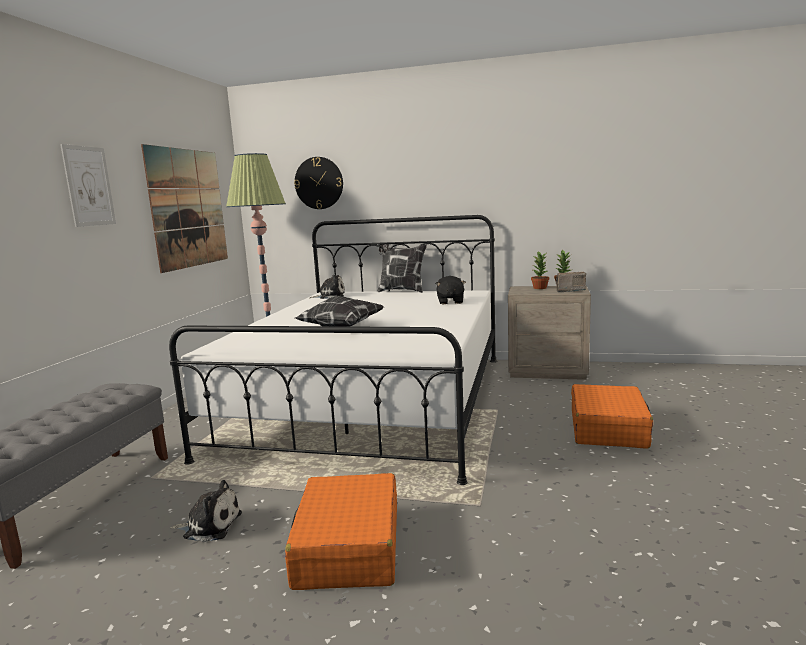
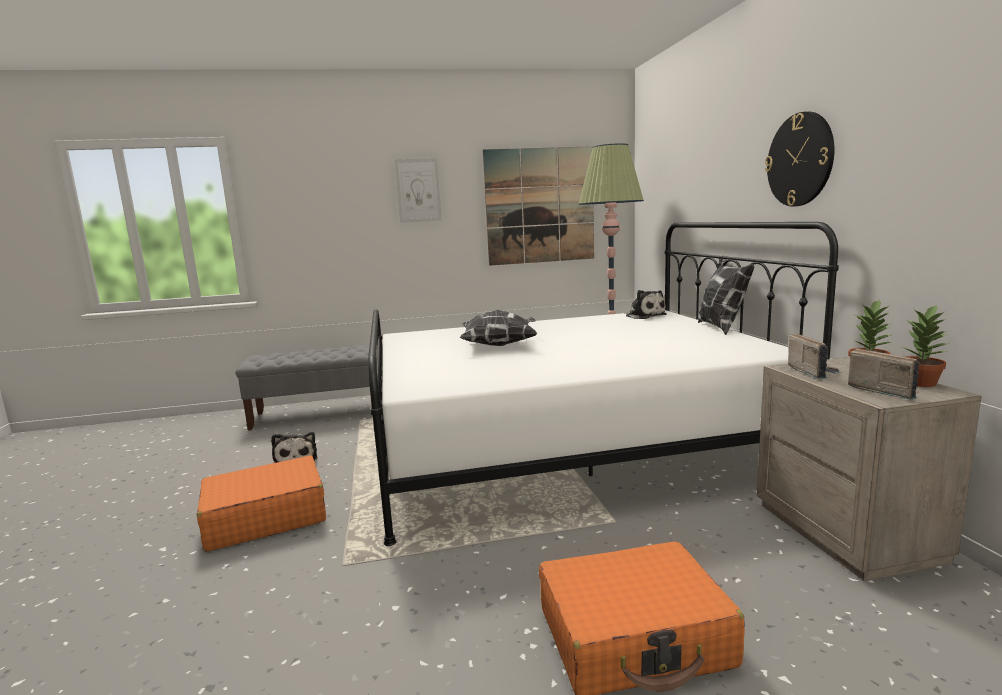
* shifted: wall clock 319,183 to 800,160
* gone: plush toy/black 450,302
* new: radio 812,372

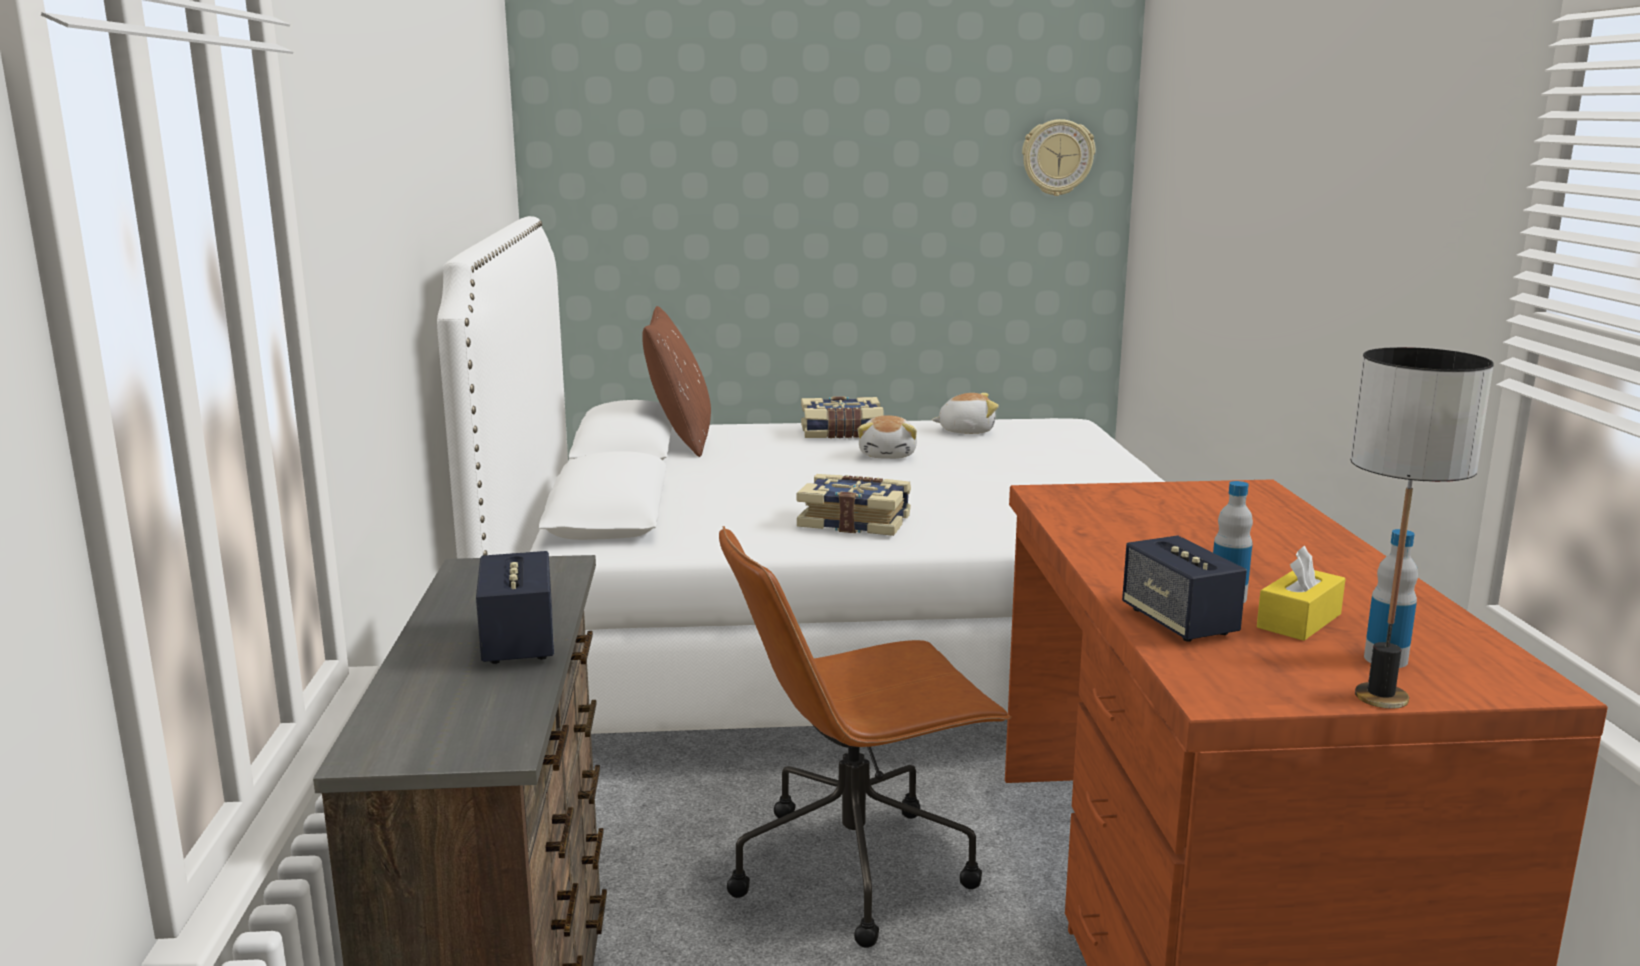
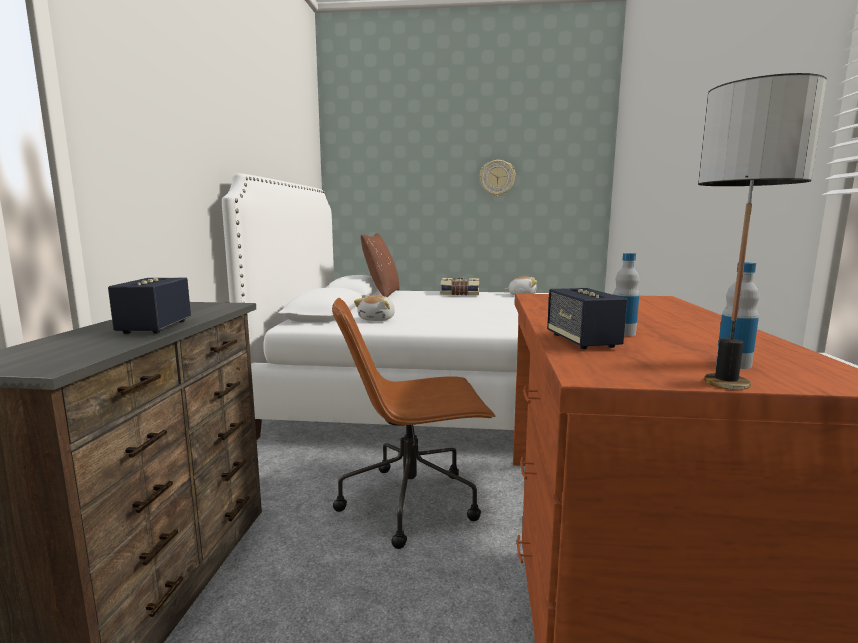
* shifted: wall clock 1057,157 to 497,178
* shifted: plush toy 888,455 to 378,319
* gone: book 855,521
* gone: tissue box/yellow 1299,621

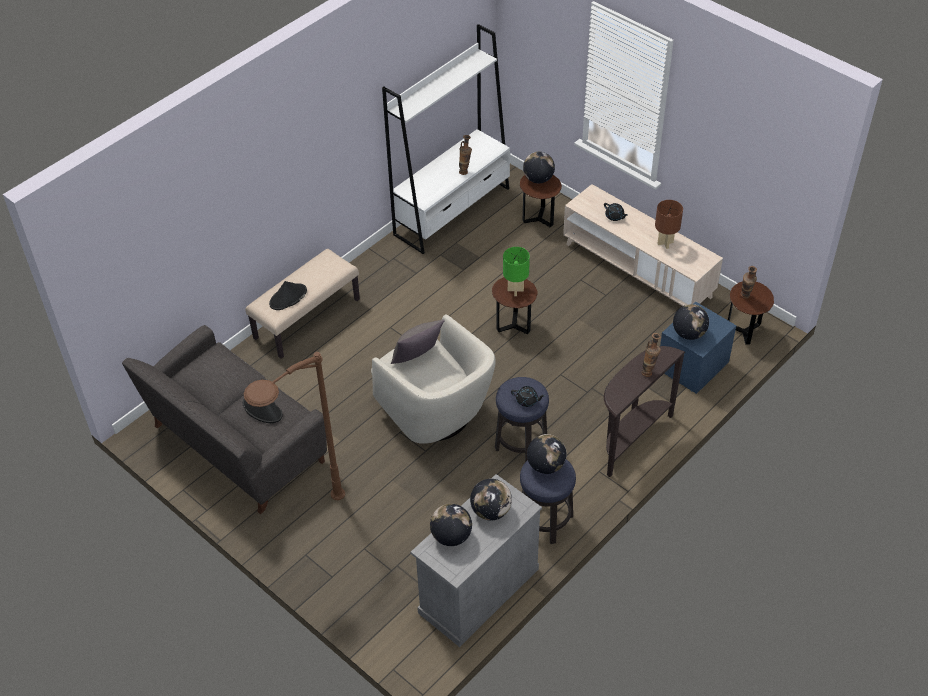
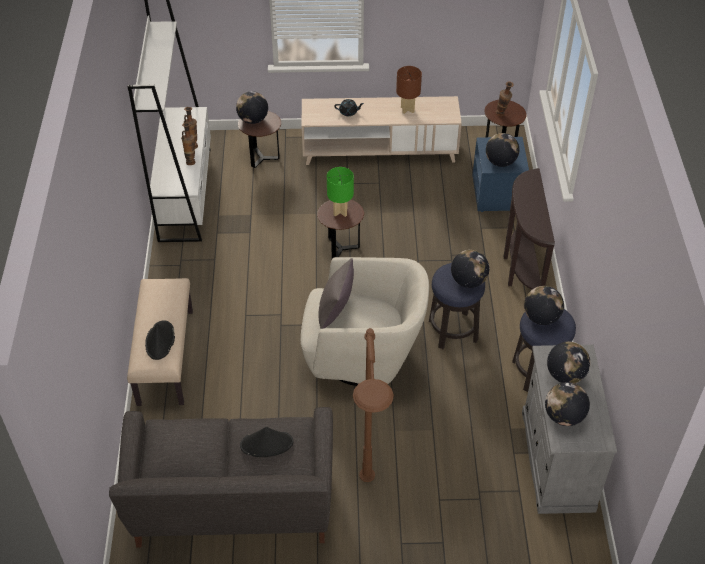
* shifted: vase 649,371 to 191,161
* swapped: teapot/black 527,401 to globe 468,281

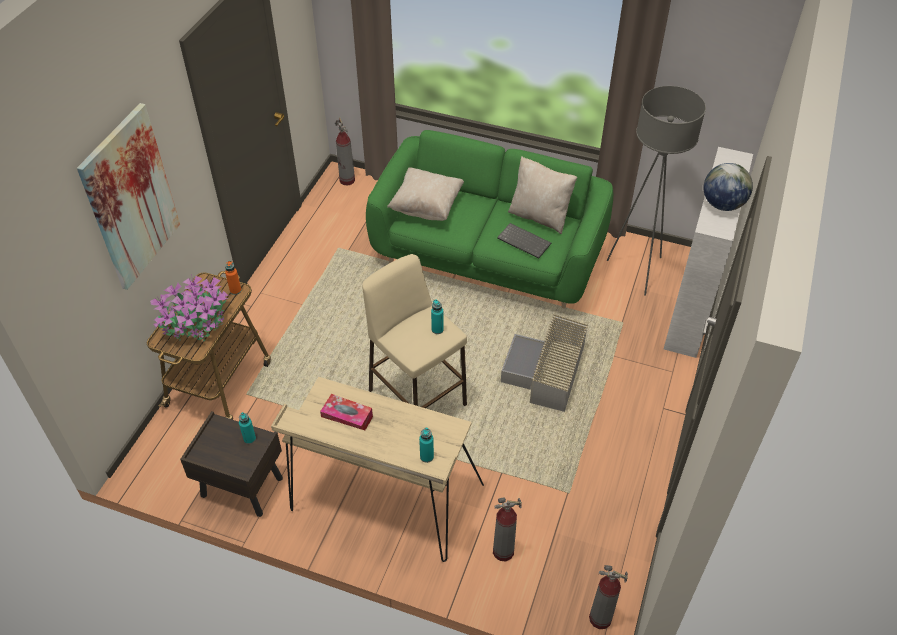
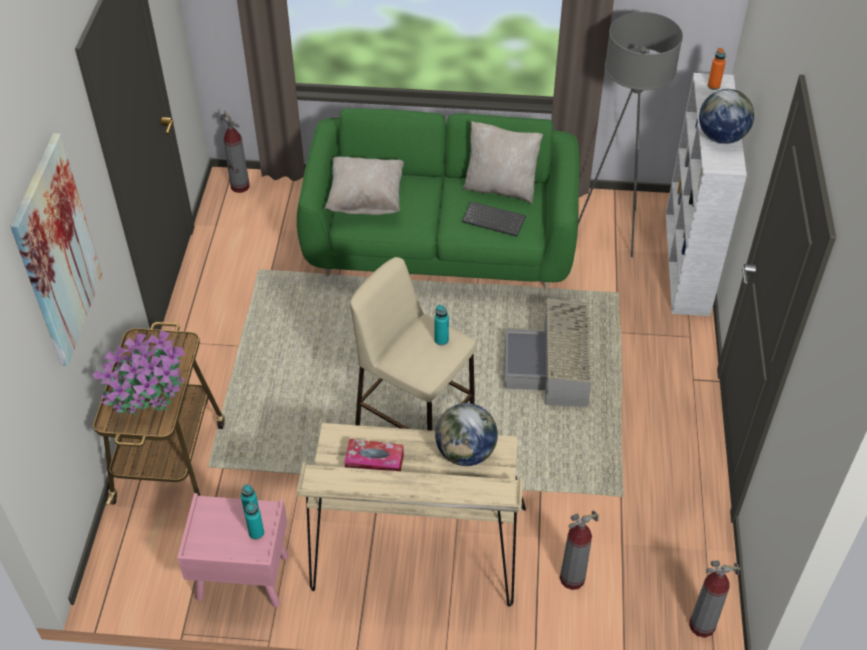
* shifted: bottle/orange 235,290 to 713,86
* repainted: nightstand/brown 241,487 to nightstand/pink 241,577
* shifted: bottle/turquoise 426,456 to 256,533
* new: globe 466,453

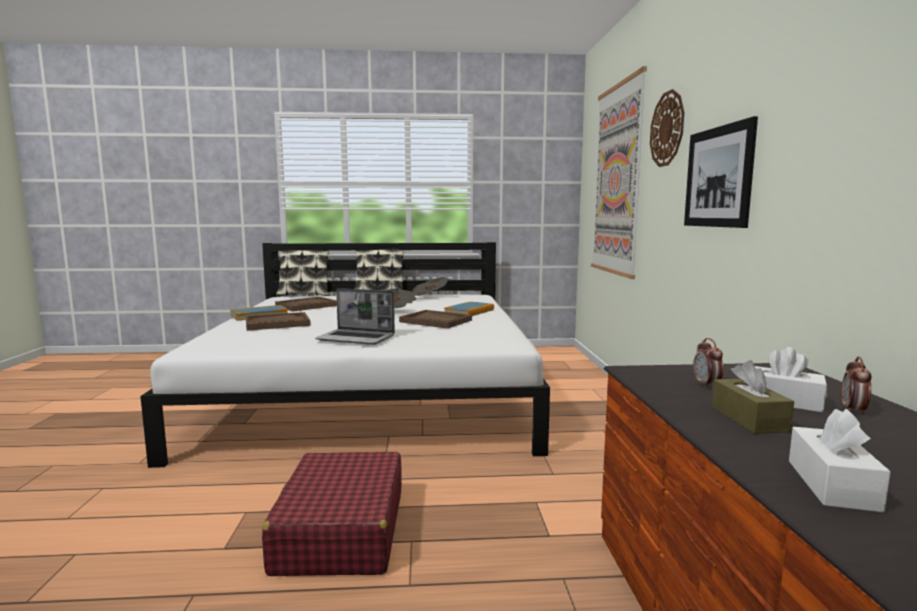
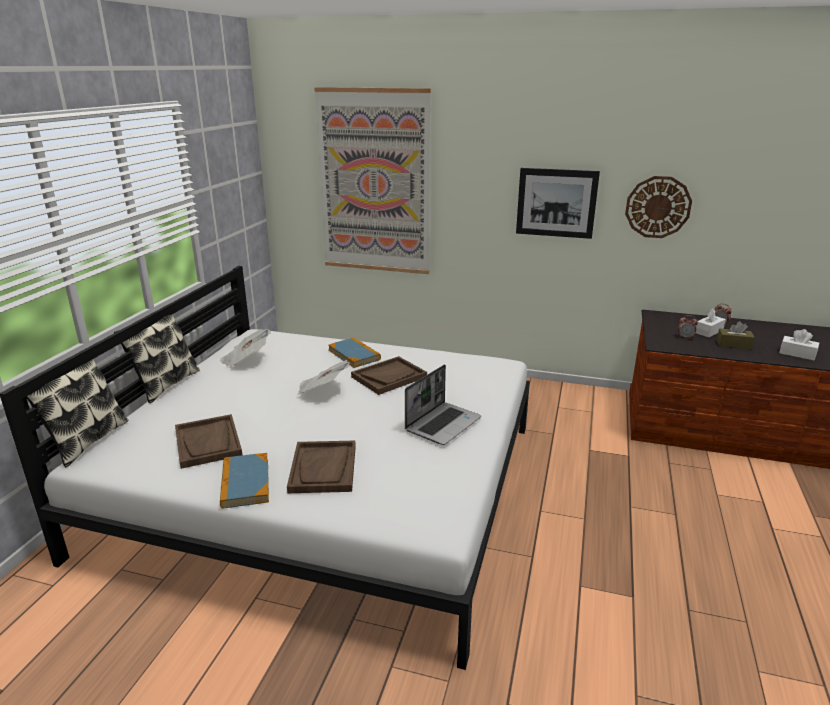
* shifted: wall clock 667,129 to 658,207
* gone: suitcase/red 341,531

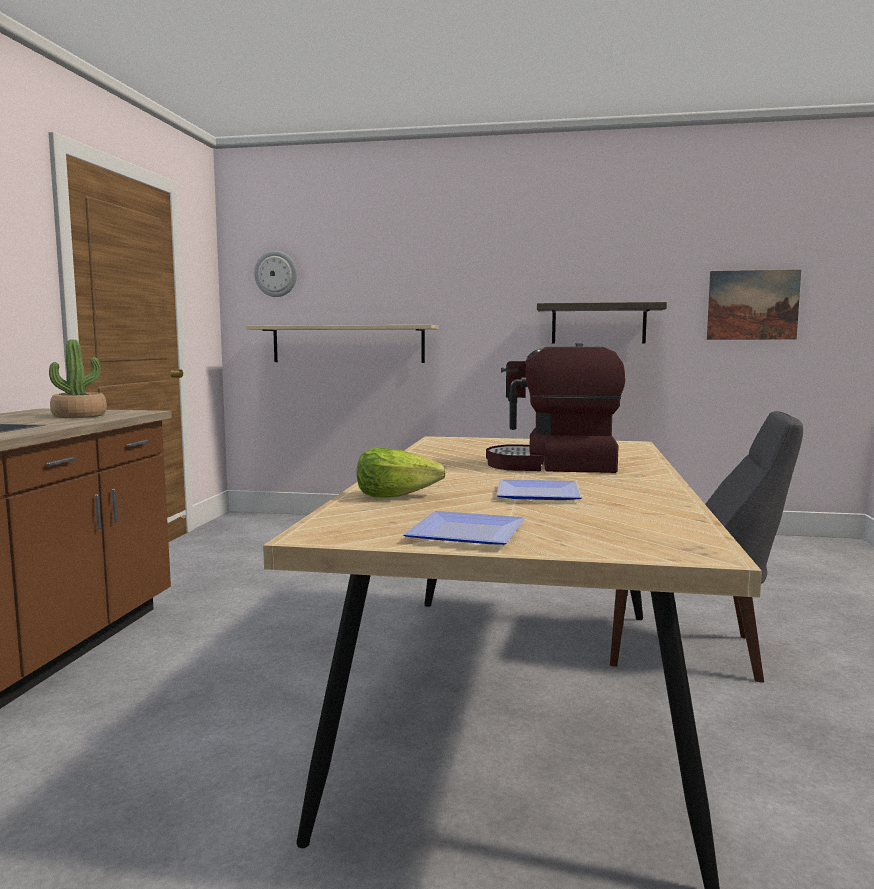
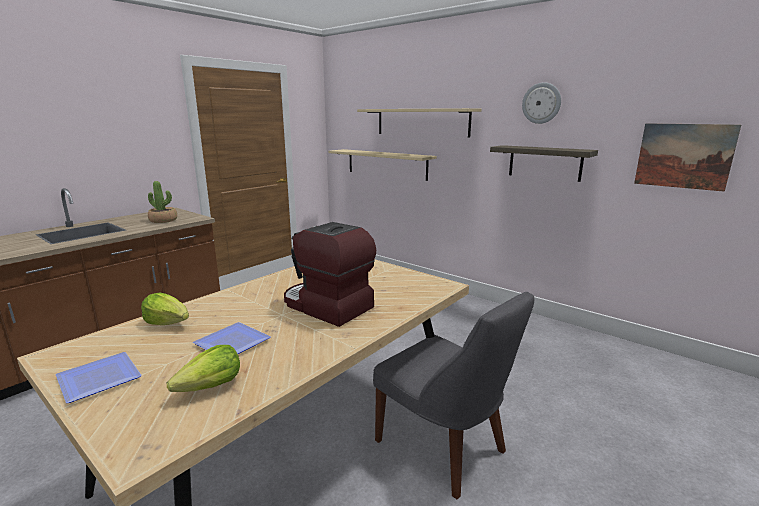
* shifted: wall clock 276,274 to 541,103
* new: shelf/beige 421,122
* new: lettuce 211,387

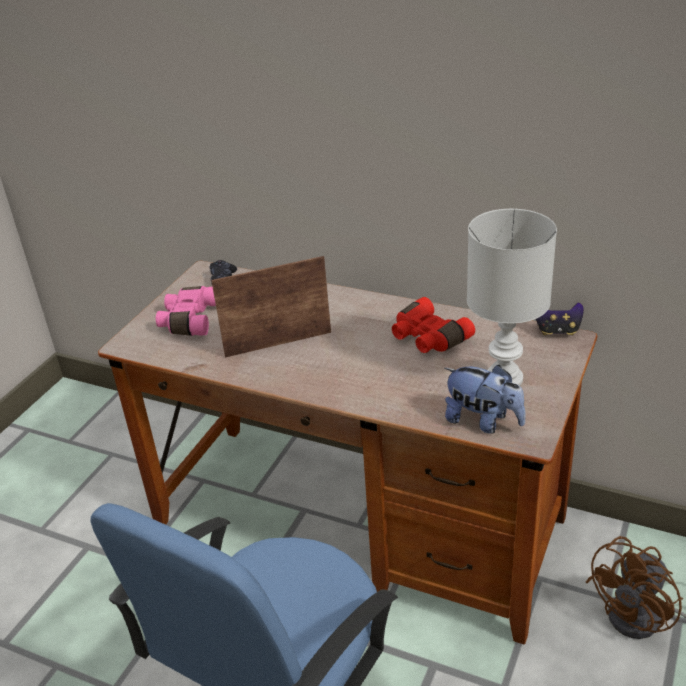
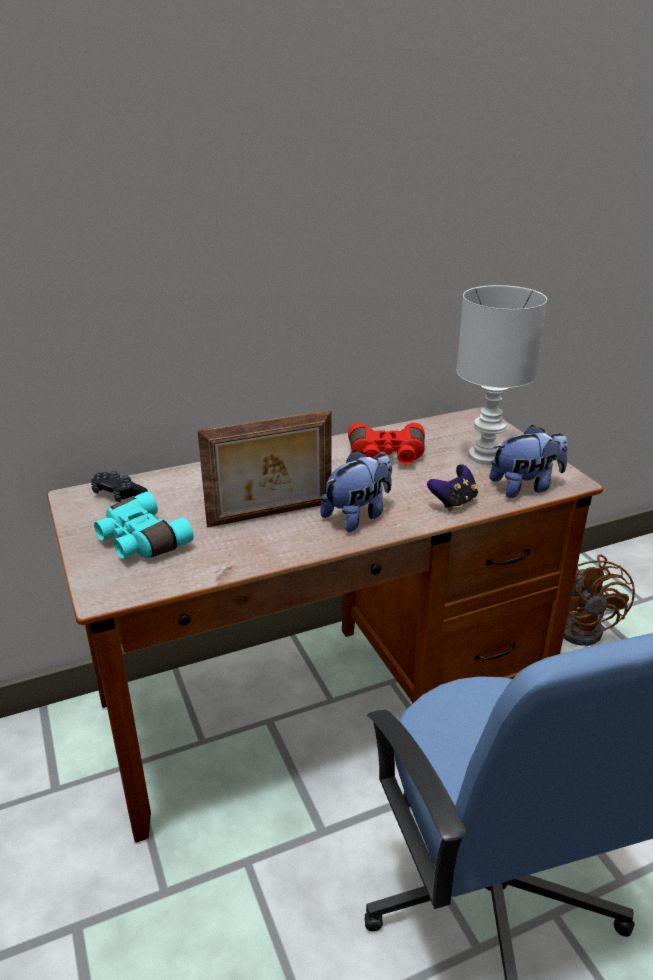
* rotated: picture frame 278,343 = 271,515 135 degrees counterclockwise
* repainted: binoculars/pink 188,320 to binoculars/turquoise 140,541
* shifted: game controller 557,331 to 454,502
* new: plush toy 358,515

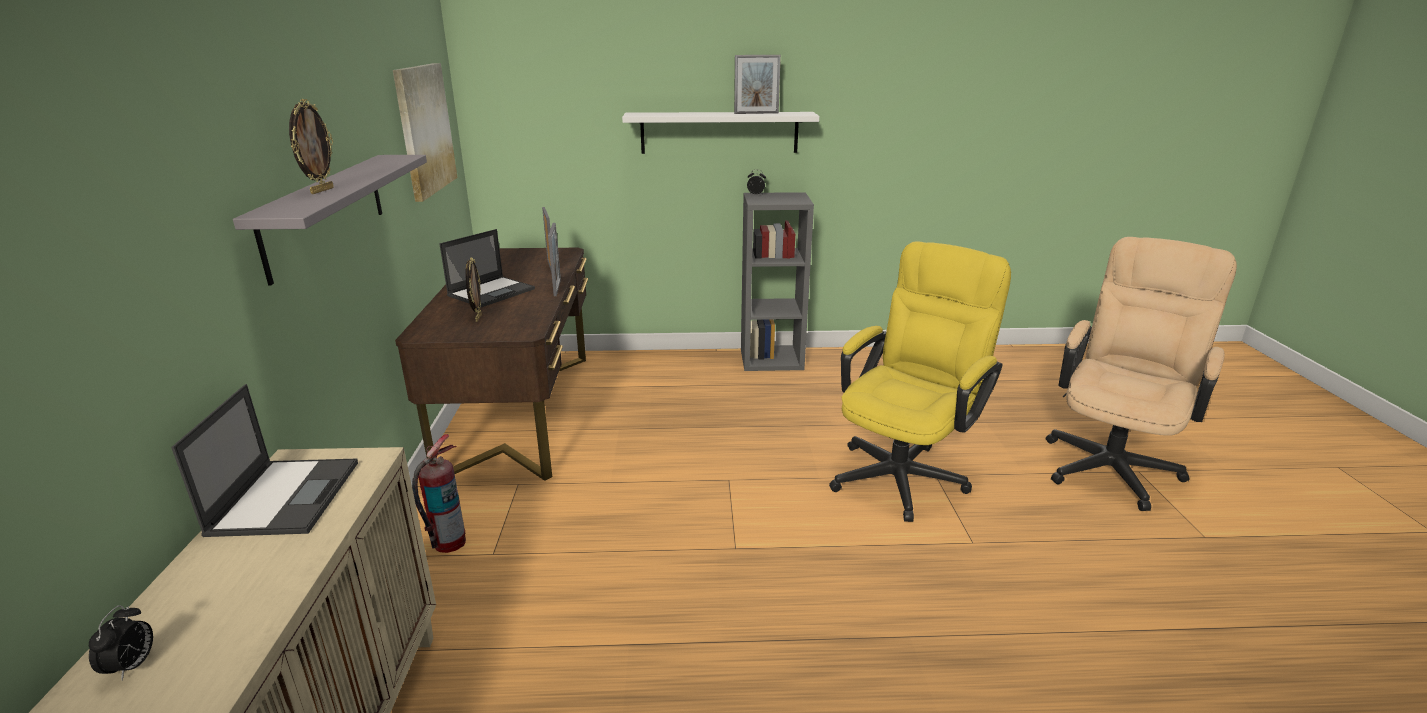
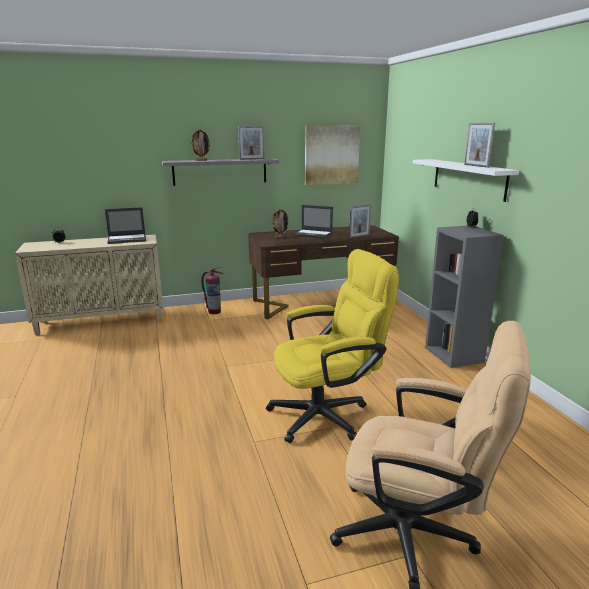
* shifted: picture frame 557,287 to 251,159
* rotated: office chair/yellow 904,472 = 328,414 45 degrees counterclockwise

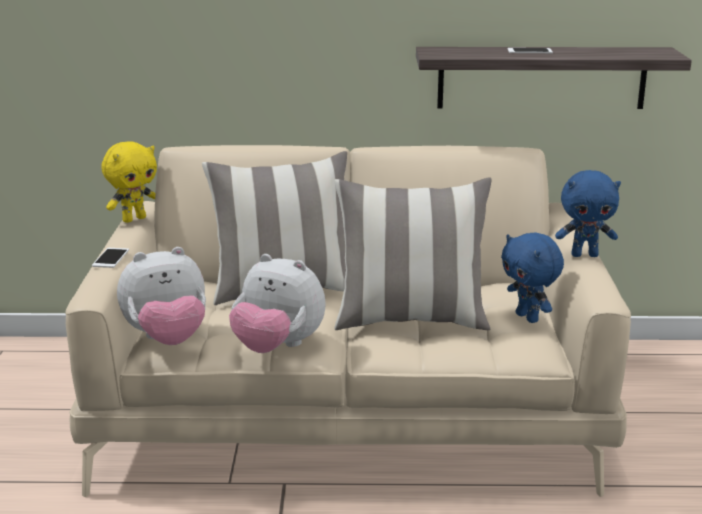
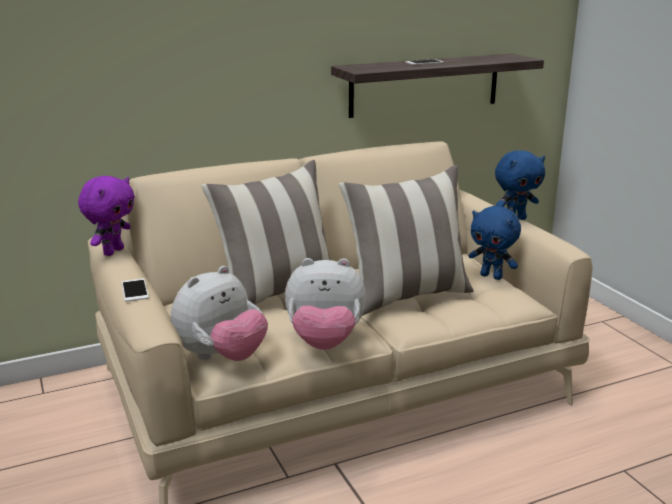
* repainted: plush toy/yellow 134,219 to plush toy/purple 113,251

